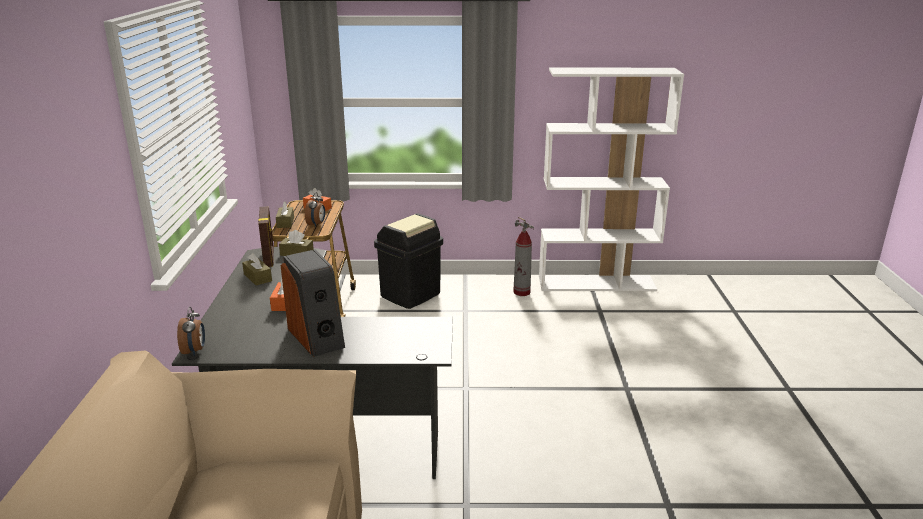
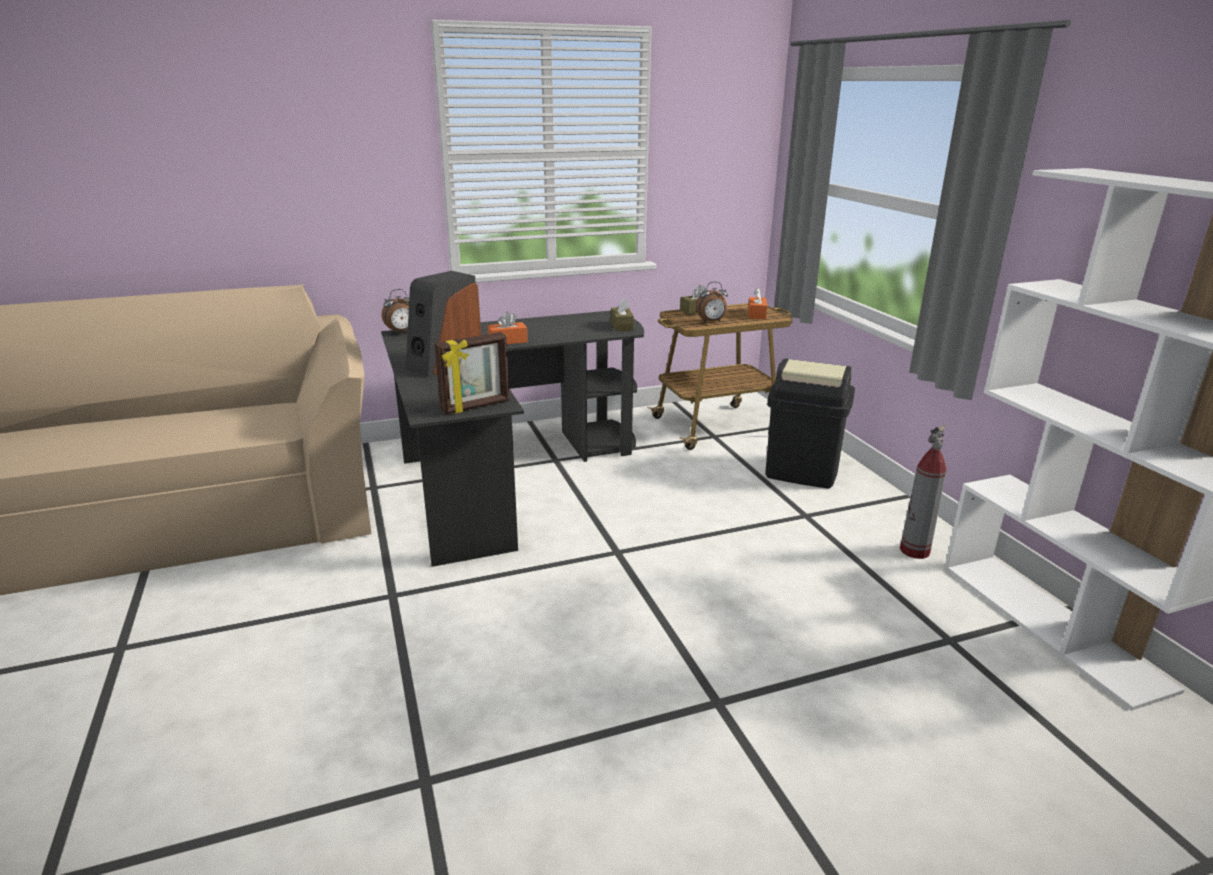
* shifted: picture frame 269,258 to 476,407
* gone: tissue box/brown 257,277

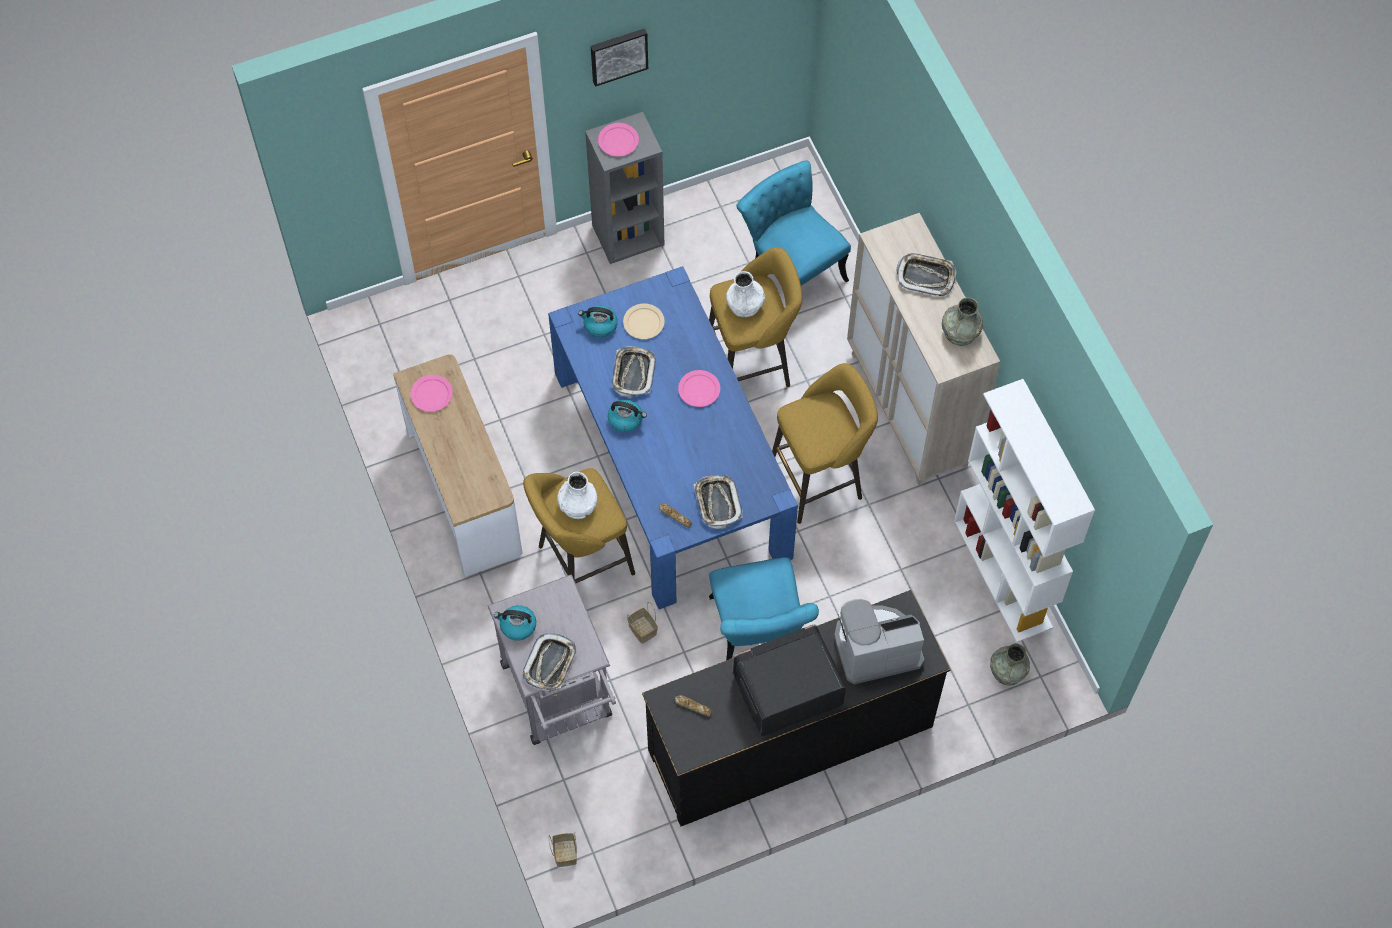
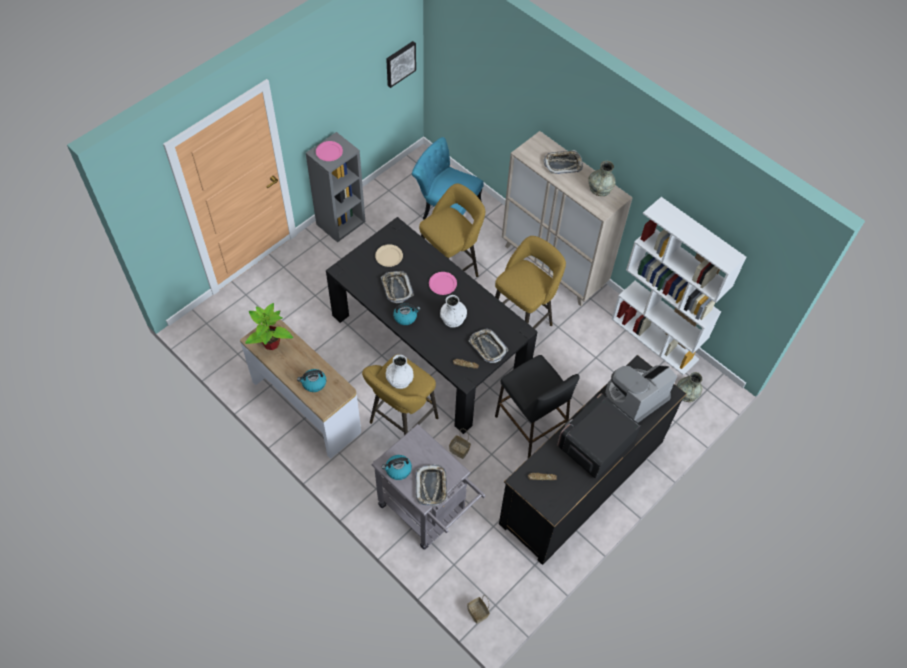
* shifted: picture 618,55 to 400,63
* repainted: dining table/blue 671,464 to dining table/black 429,344
* shifted: vase/white 745,304 to 453,318
* shifted: kettle 599,325 to 313,383
* swapped: plate/pink 431,394 to potted plant 271,343
* swapped: chair/turquoise 758,634 to stool/black 531,426

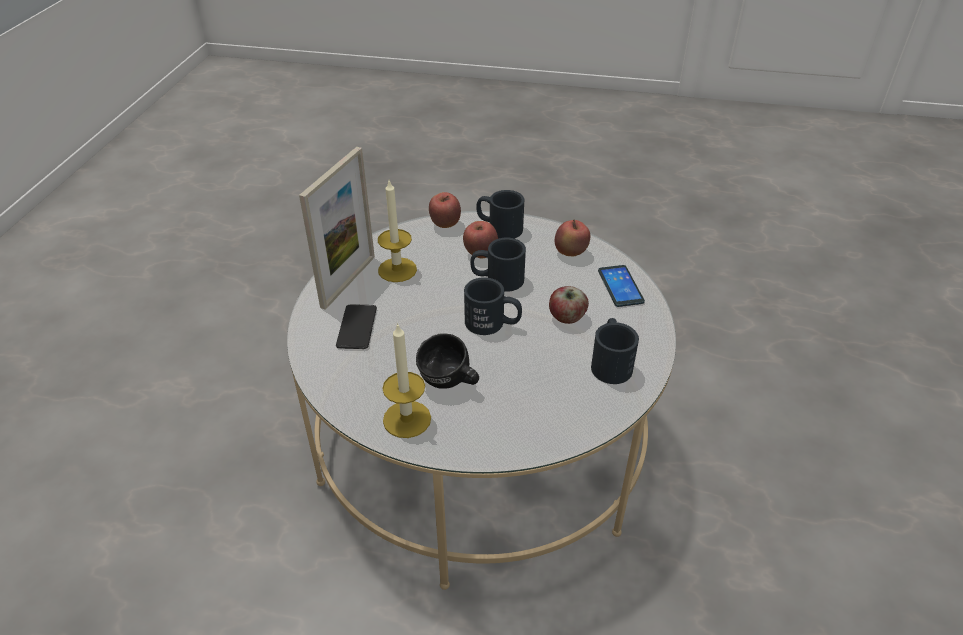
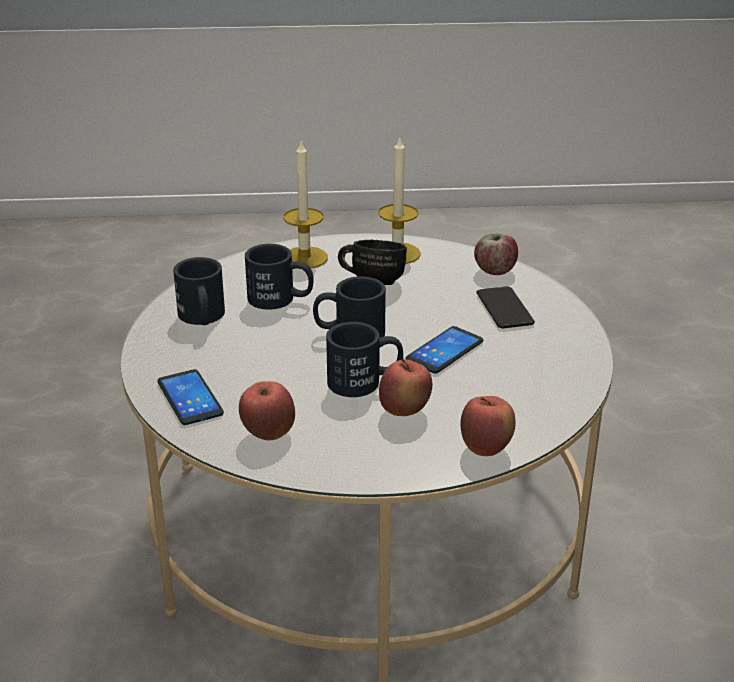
* gone: picture frame 348,281
* shifted: candle 397,270 to 304,258
* shifted: mug/black 499,227 to 280,299
* shifted: apple 566,318 to 494,270
* new: phone 444,351

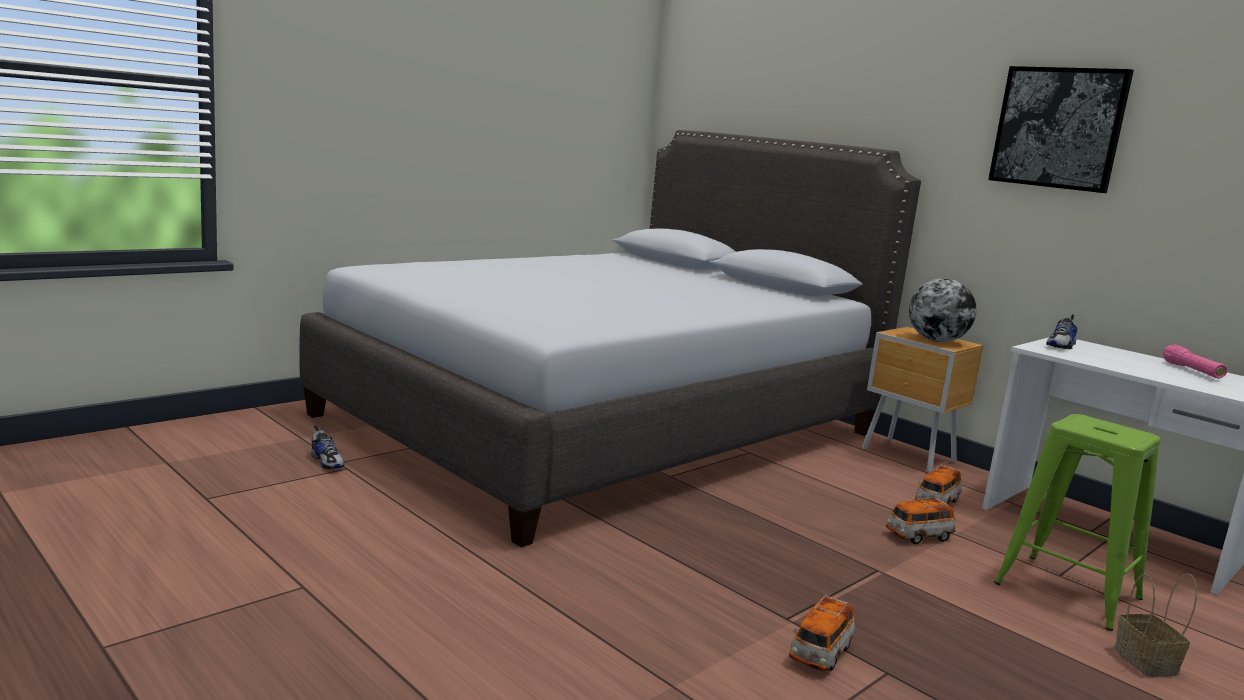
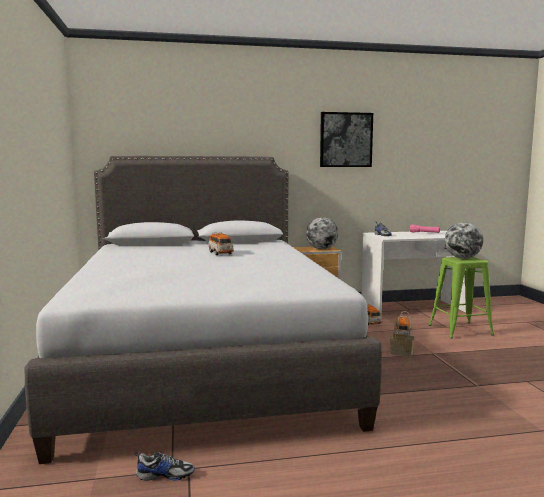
* shifted: basket 1147,663 to 402,352
* shifted: toy car 820,654 to 220,253
* new: globe 462,258

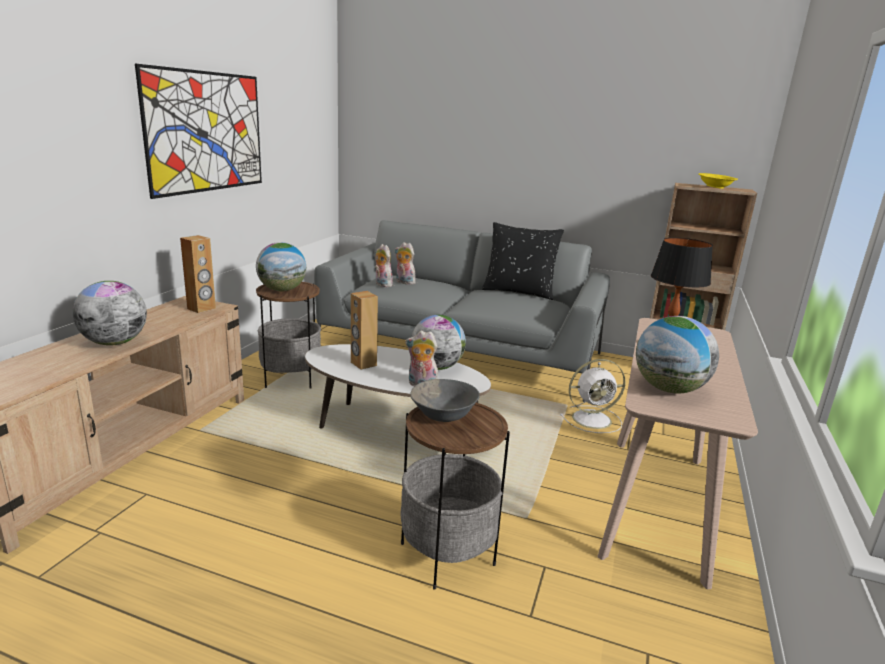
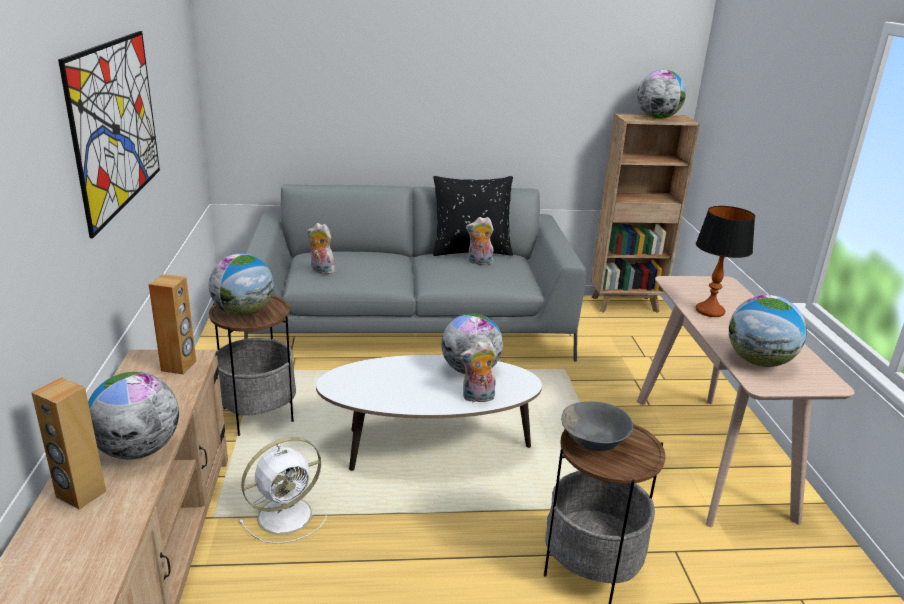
* swapped: bowl/yellow 715,187 to globe 657,118
* shifted: plush toy 404,282 to 479,263
* shifted: speaker/brown 363,364 to 80,494
* shifted: fan/white 593,419 to 287,514

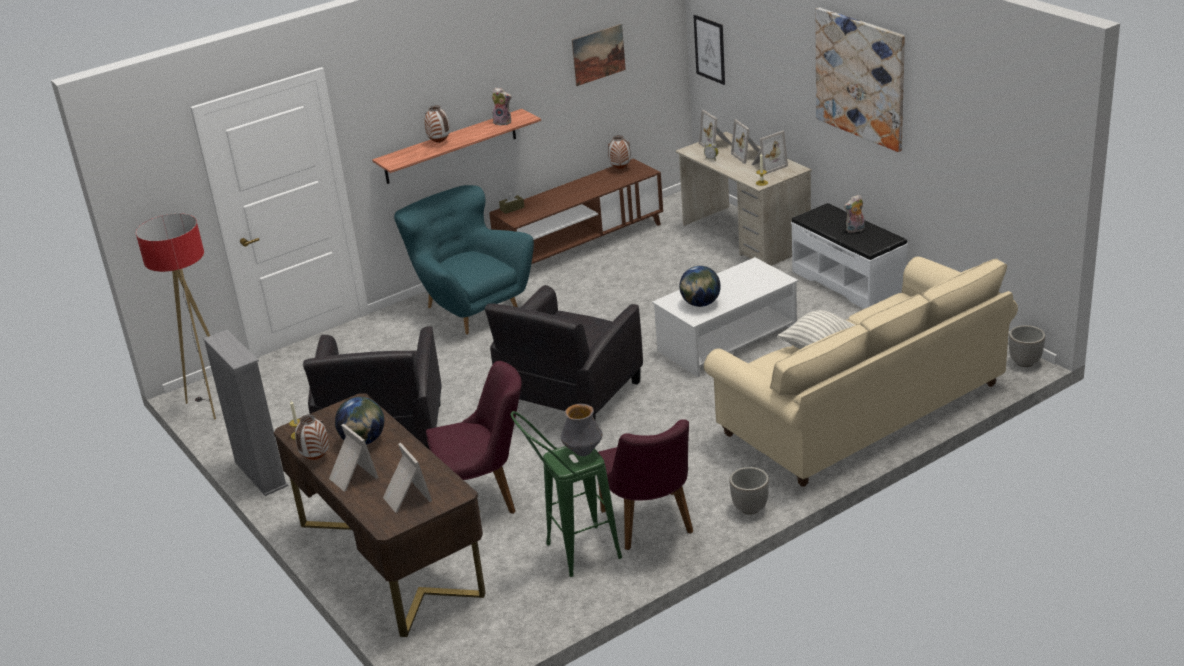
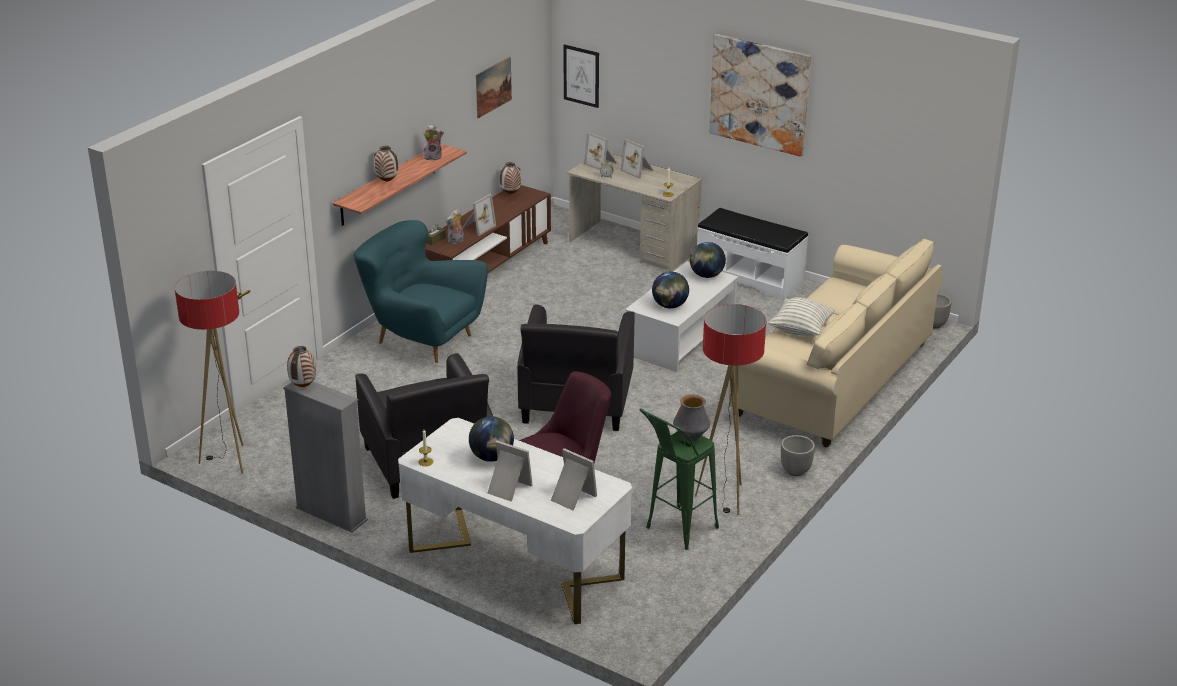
* shifted: picture frame 767,165 to 477,227
* shifted: plush toy 855,230 to 456,241
* repainted: desk/brown 390,558 to desk/white 515,564
* shifted: vase 316,458 to 303,386
* swapped: chair/purple 651,526 to floor lamp 724,498
* new: globe 706,275

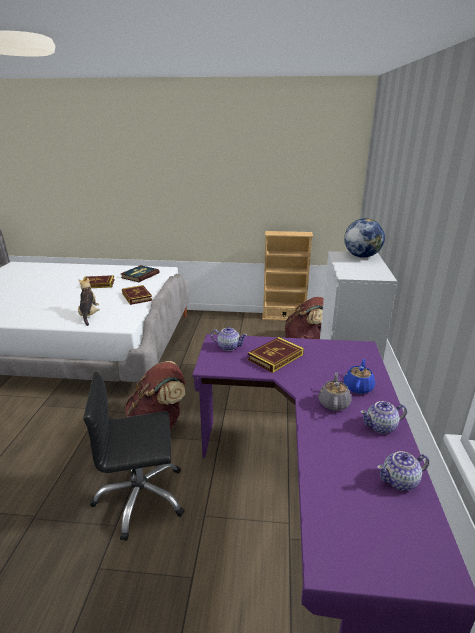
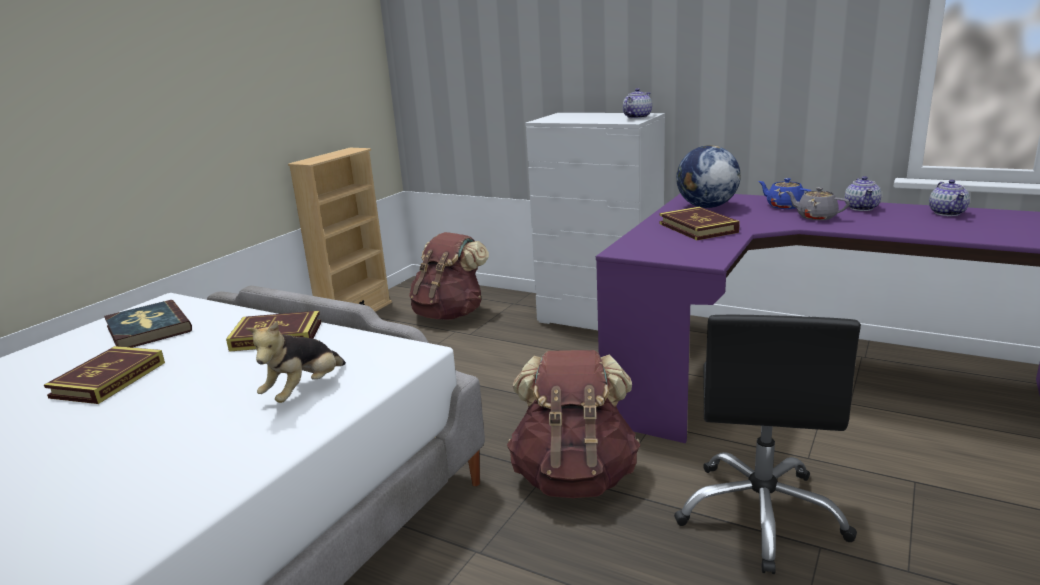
* shifted: globe 361,256 to 706,207
* rotated: plush toy 89,315 = 304,391 75 degrees counterclockwise
* shifted: teapot 228,346 to 636,117

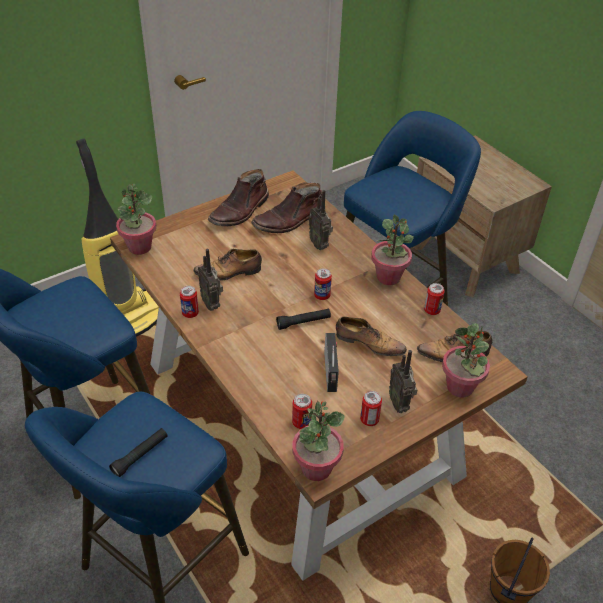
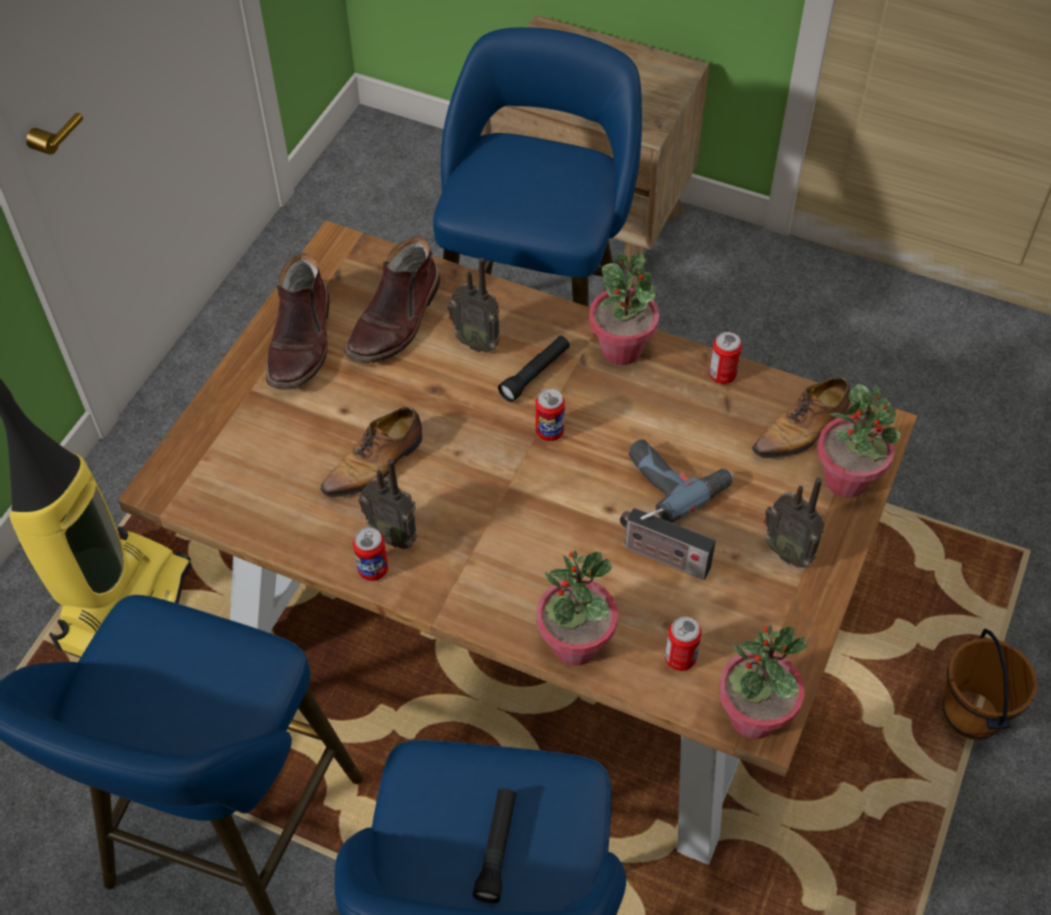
* shifted: potted plant 139,247 to 574,644
* shifted: flashlight/black 303,322 to 535,374
* swapped: shoe 368,343 to power drill 676,477
* rotated: radio 331,374 = 662,557 150 degrees clockwise
* gone: can 369,420

